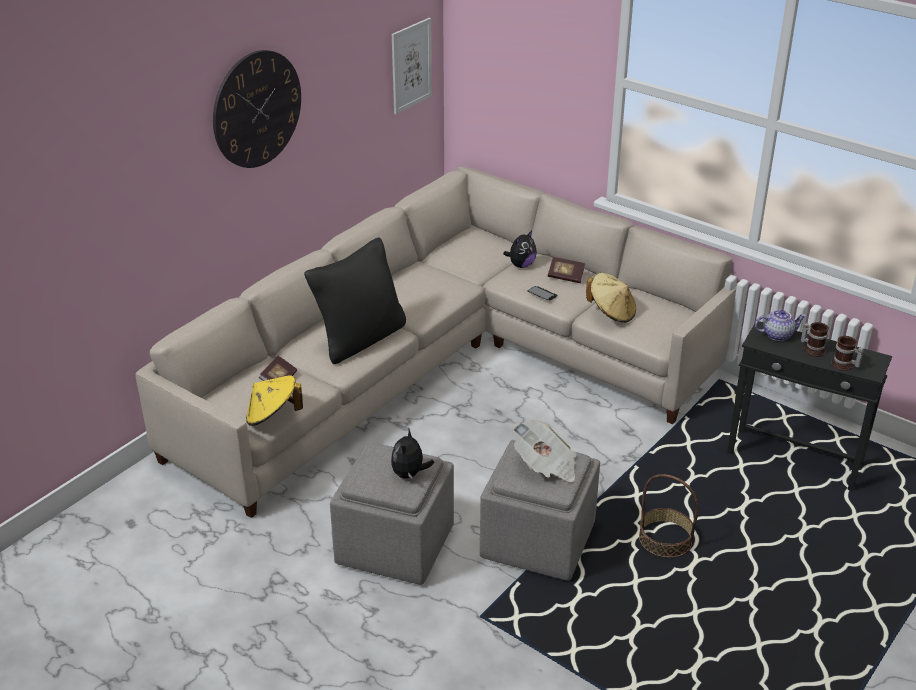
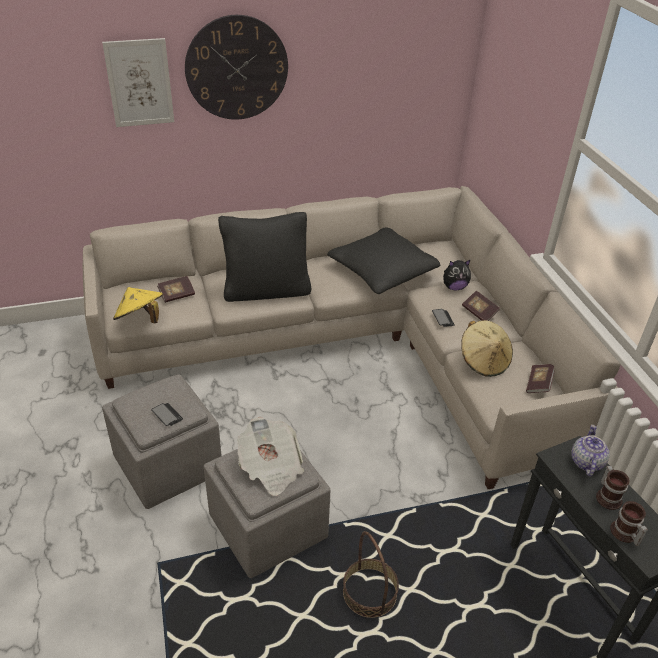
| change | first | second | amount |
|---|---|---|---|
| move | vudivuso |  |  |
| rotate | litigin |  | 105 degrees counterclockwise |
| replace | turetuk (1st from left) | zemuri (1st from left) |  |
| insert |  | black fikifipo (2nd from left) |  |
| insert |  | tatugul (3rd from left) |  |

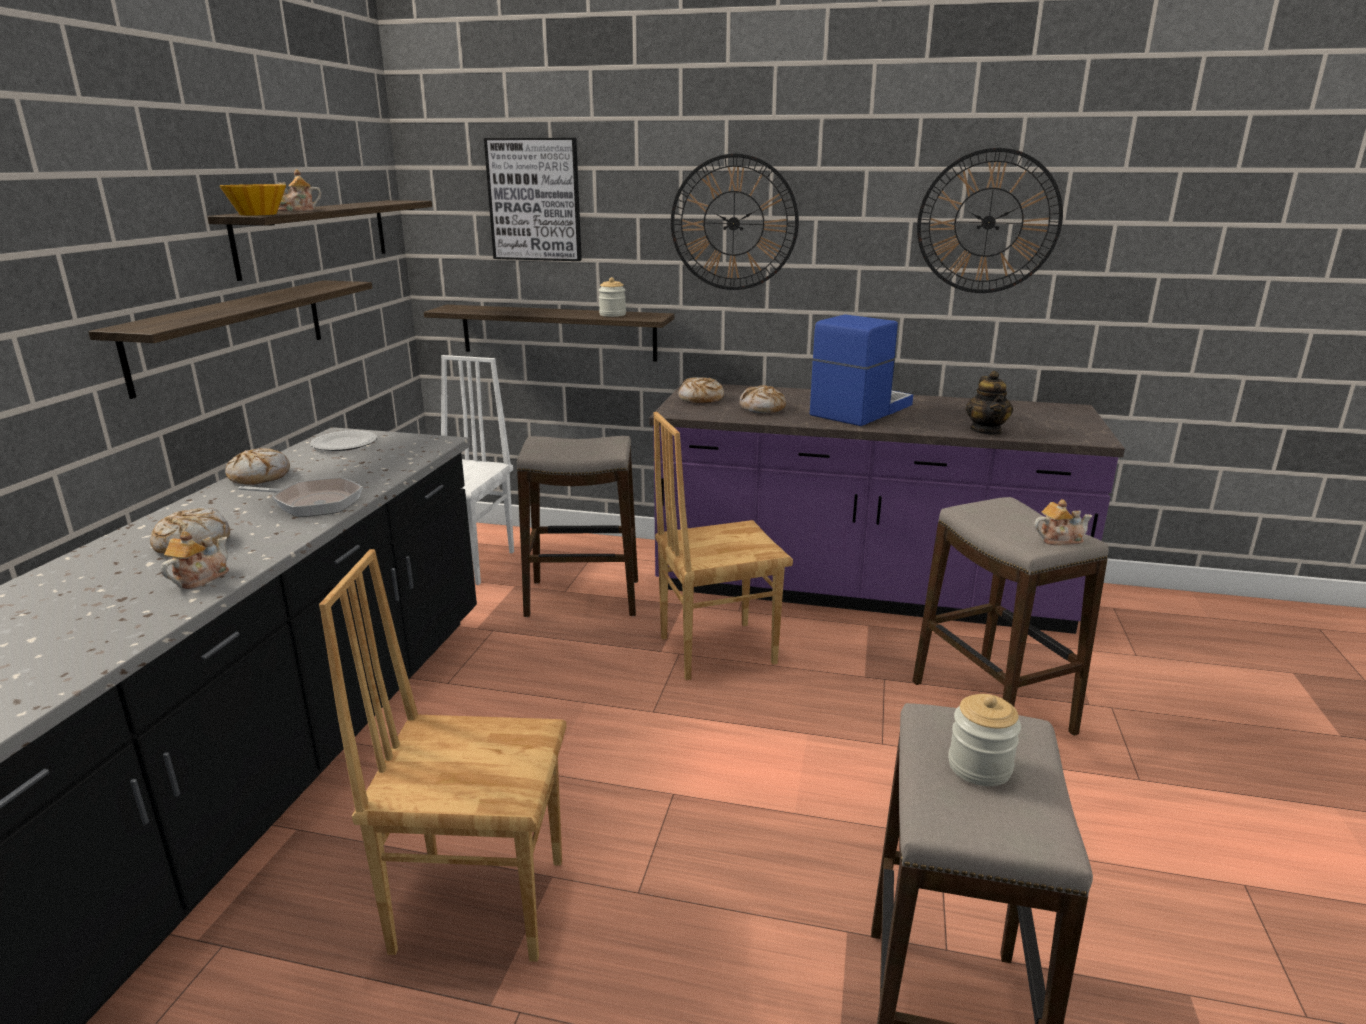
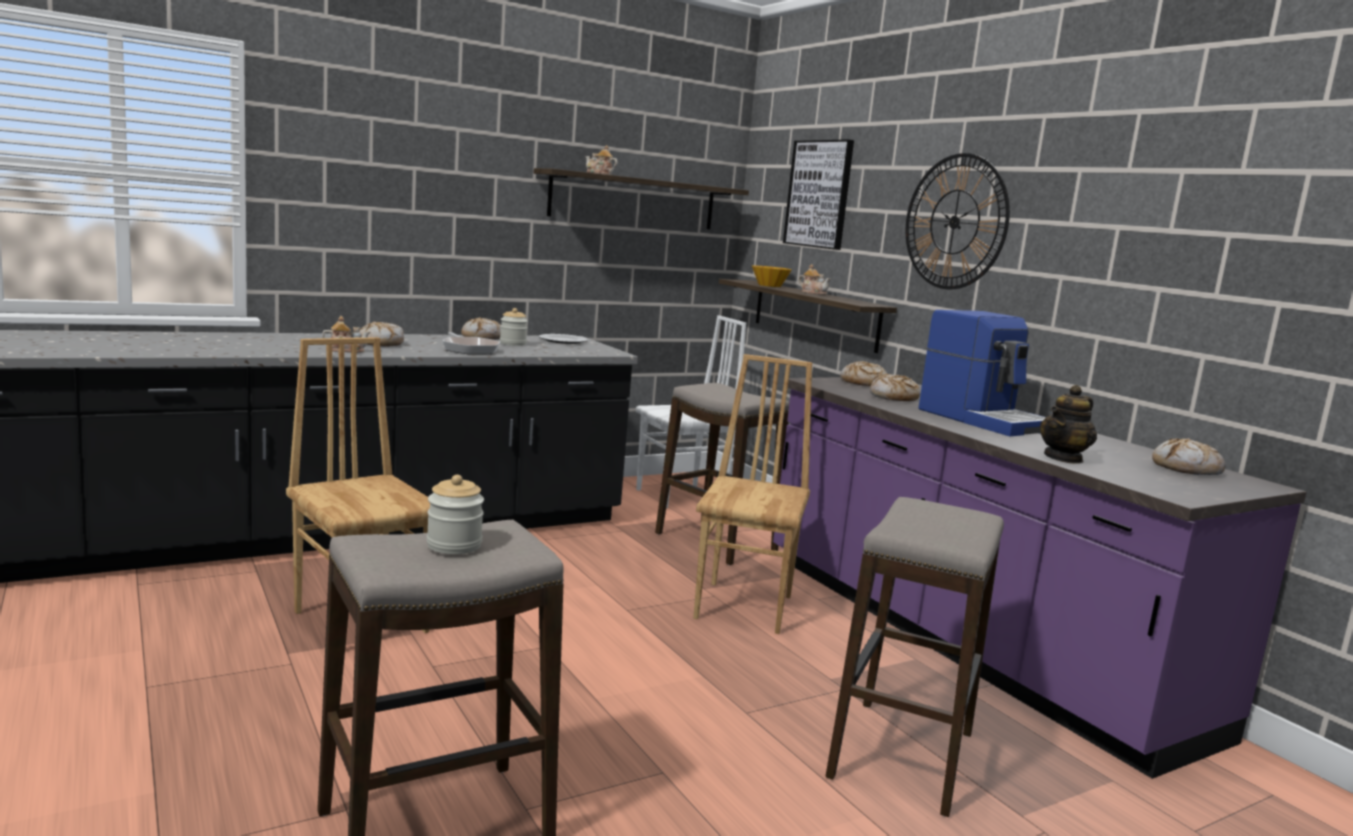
| change | first | second | amount |
|---|---|---|---|
| delete | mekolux (2nd from left) |  |  |
| move | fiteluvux |  |  |
| move | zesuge (1st from left in the first image) | zesuge (2nd from left) |  |
| delete | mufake (1st from left) |  |  |
| rotate | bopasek |  | 60 degrees clockwise |
| rotate | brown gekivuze (2nd from left) |  | 75 degrees clockwise |
| move | litigin (4th from left in the first image) | litigin (3rd from left) |  |
| insert |  | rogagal (5th from left) |  |

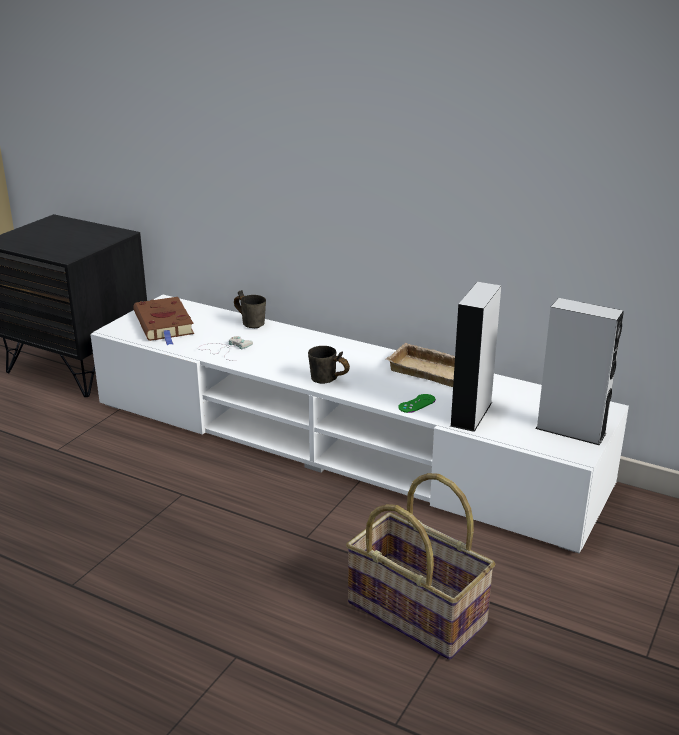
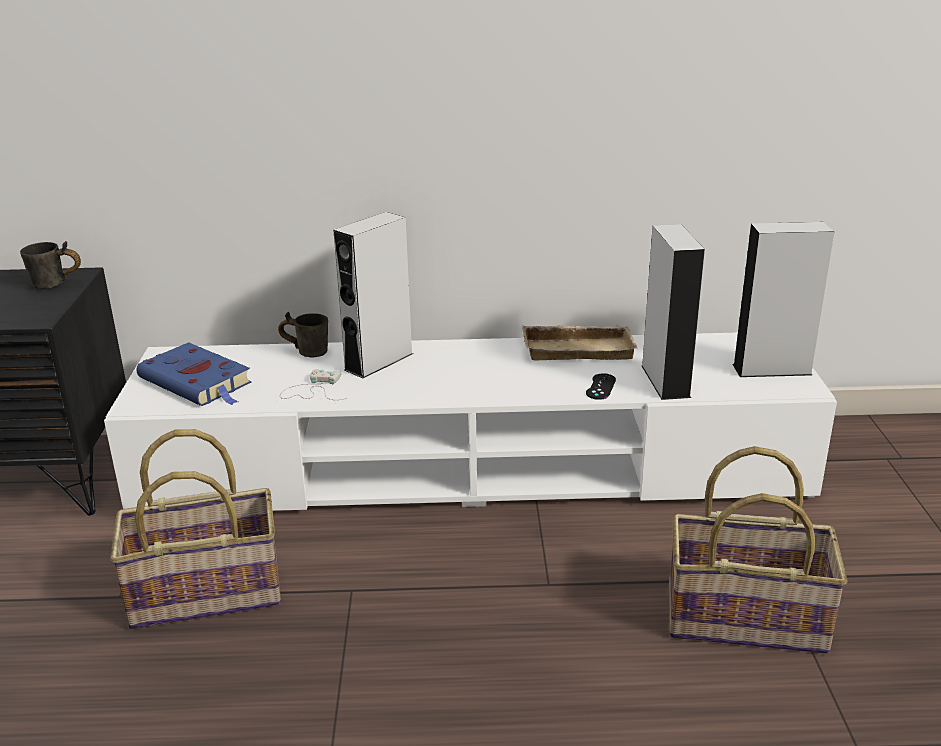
| change | first | second | amount |
|---|---|---|---|
| recolor | brown tatugul | blue tatugul |  |
| move | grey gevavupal (2nd from left in the first image) | grey gevavupal (1st from left) |  |
| recolor | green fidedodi | black fidedodi |  |
| insert |  | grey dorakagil (1st from left) |  |
| insert |  | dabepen (1st from left) |  |

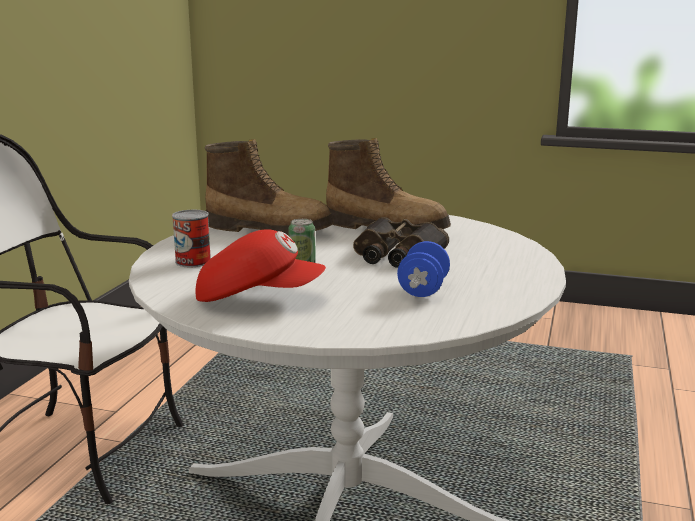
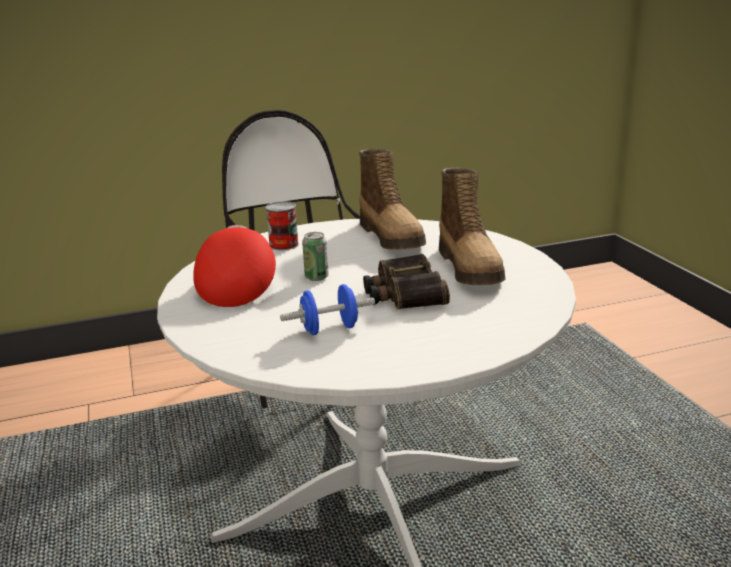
| change | first | second | amount |
|---|---|---|---|
| rotate | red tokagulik |  | 150 degrees counterclockwise |

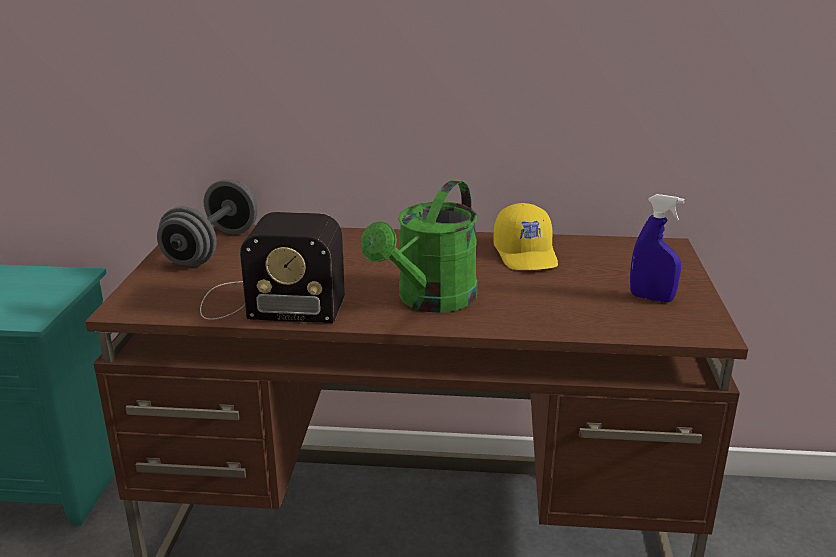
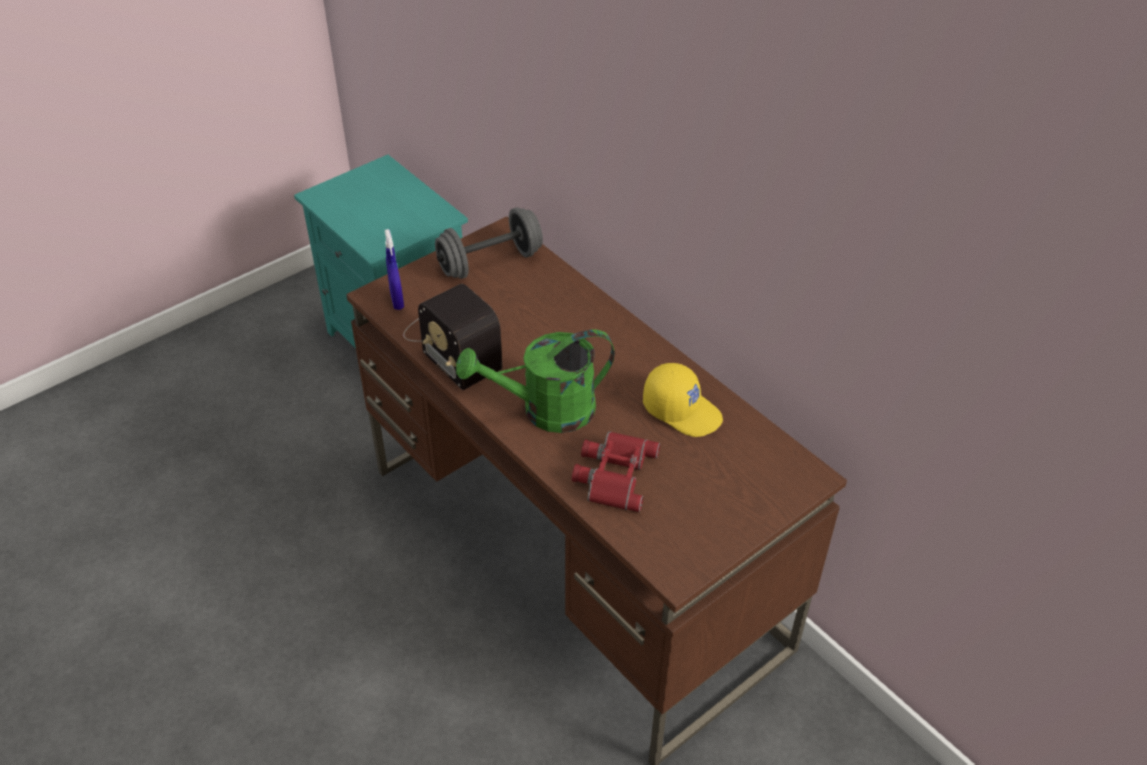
| change | first | second | amount |
|---|---|---|---|
| move | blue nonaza |  |  |
| rotate | yellow tokagulik |  | 90 degrees counterclockwise |
| insert |  | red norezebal |  |

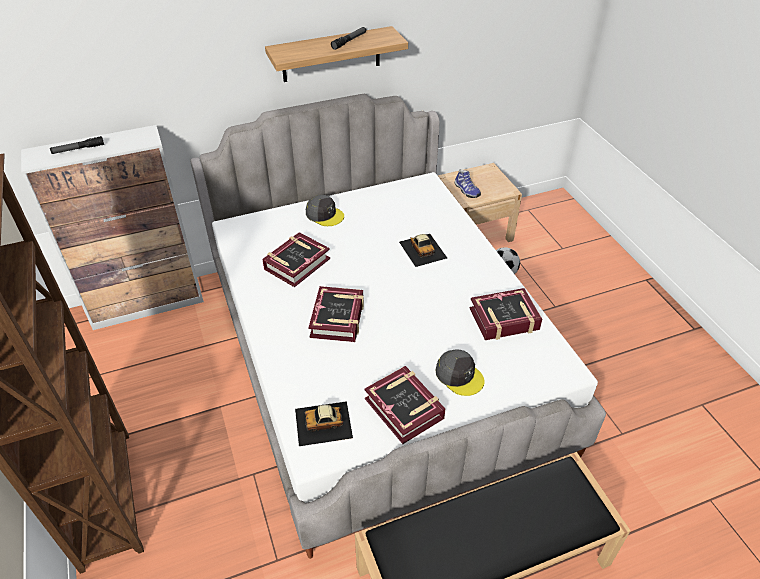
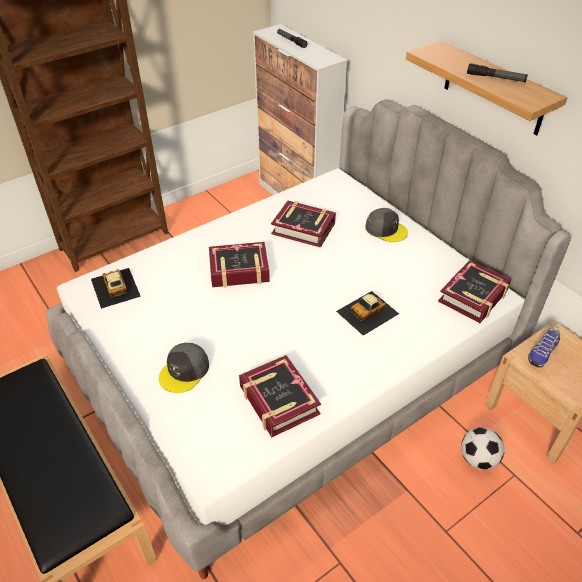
| change | first | second | amount |
|---|---|---|---|
| rotate | grey tokagulik (1st from left in the first image) | grey tokagulik (2nd from left) | 75 degrees counterclockwise |
| move | tatugul (3rd from left in the first image) | tatugul (4th from left) |  |

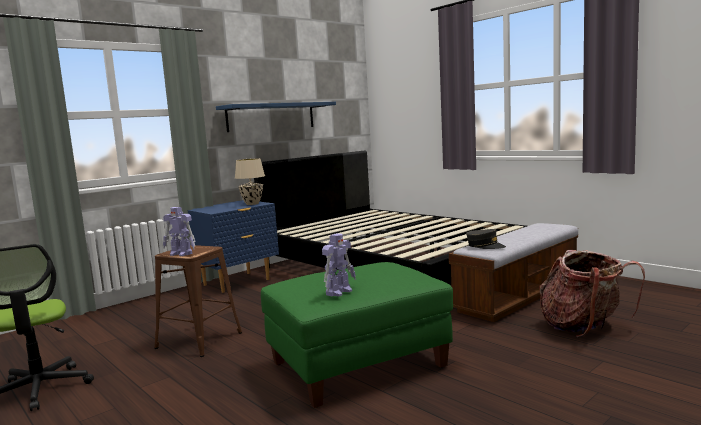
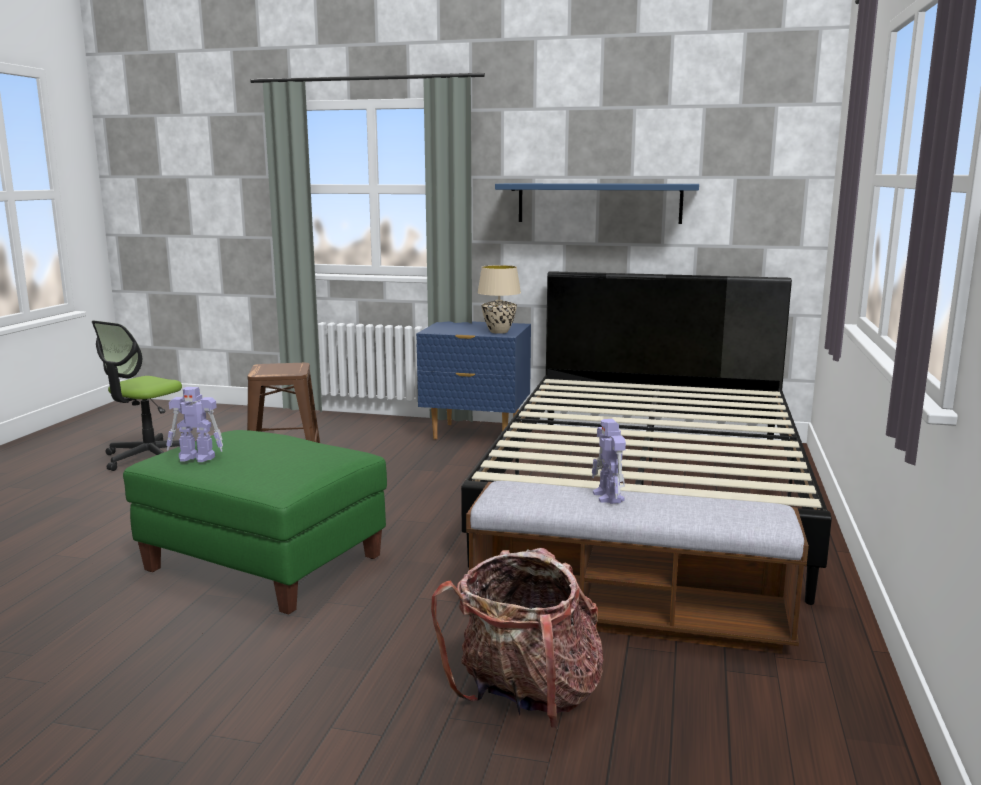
| change | first | second | amount |
|---|---|---|---|
| move | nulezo (1st from left in the first image) | nulezo (2nd from left) |  |
| delete | grey tokagulik |  |  |

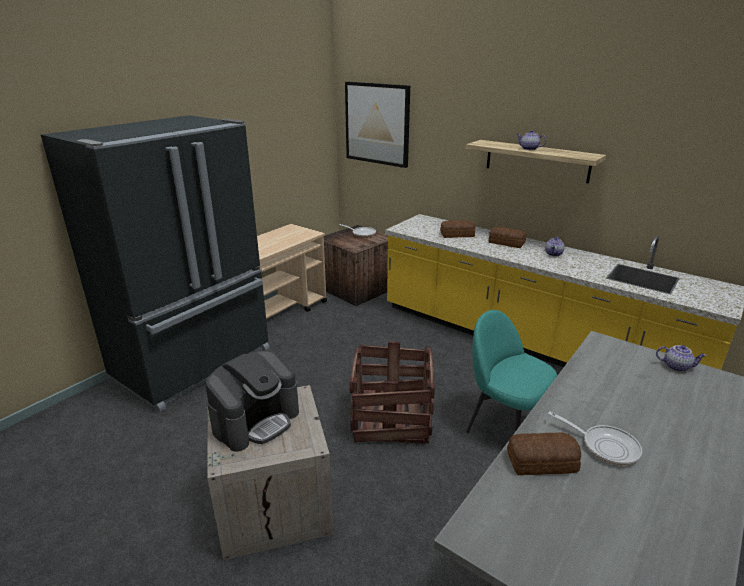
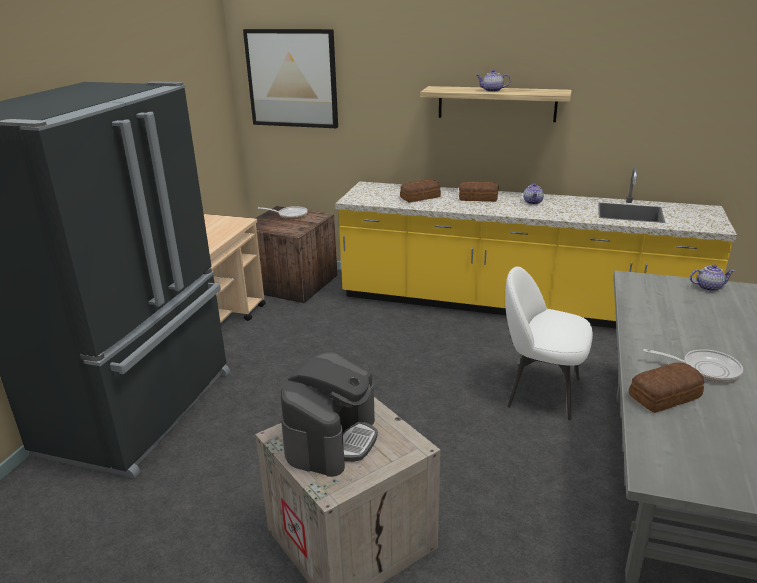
| change | first | second | amount |
|---|---|---|---|
| recolor | turquoise gekivuze | white gekivuze |  |
| delete | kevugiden (3rd from left) |  |  |

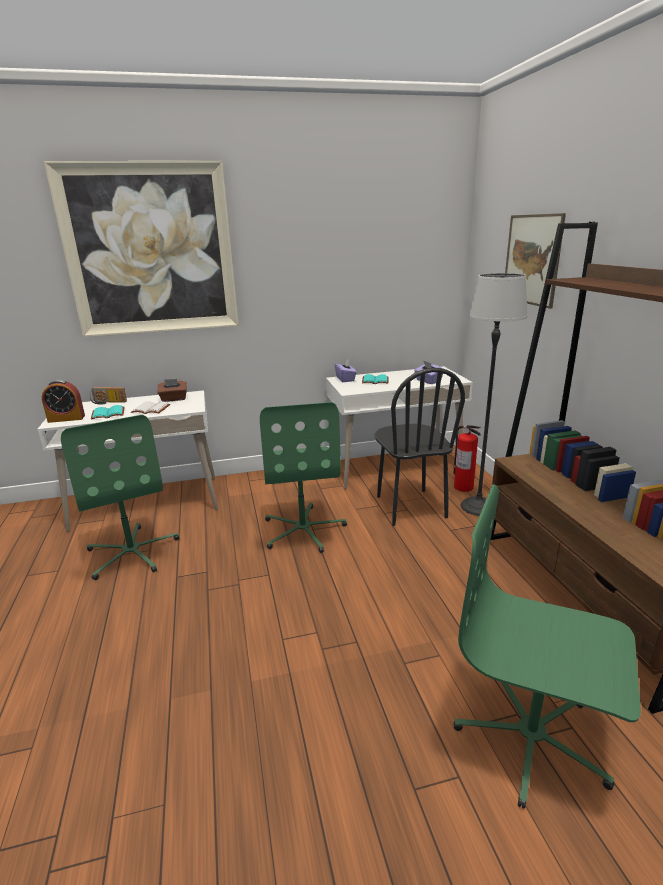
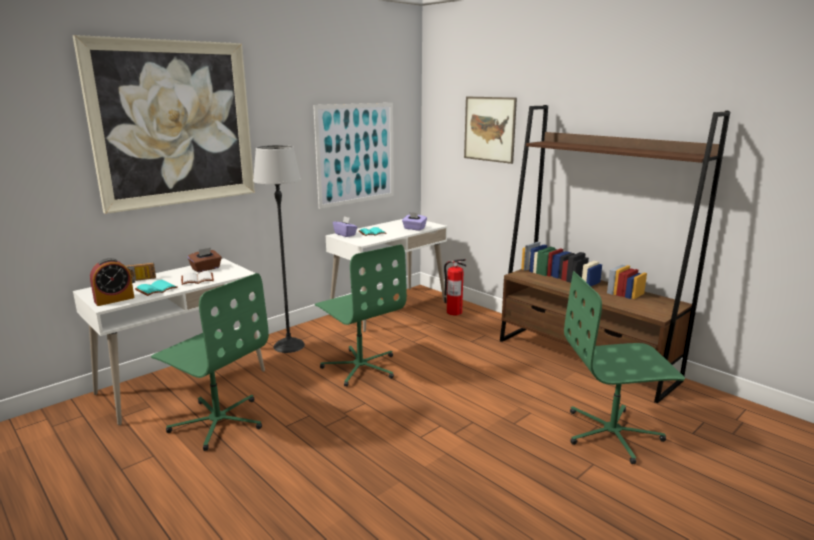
| change | first | second | amount |
|---|---|---|---|
| move | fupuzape |  |  |
| delete | black gekivuze |  |  |
| insert |  | vudivuso (2nd from left) |  |

